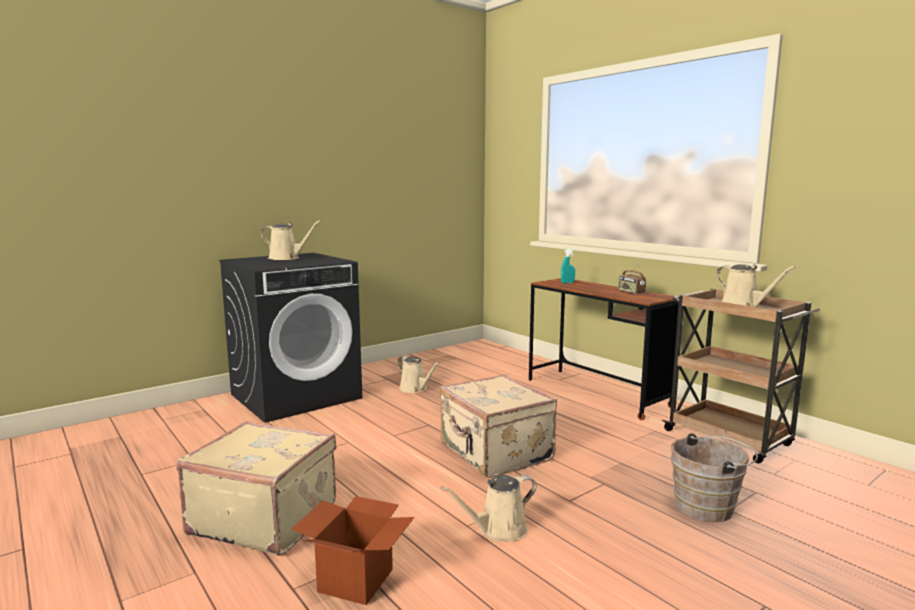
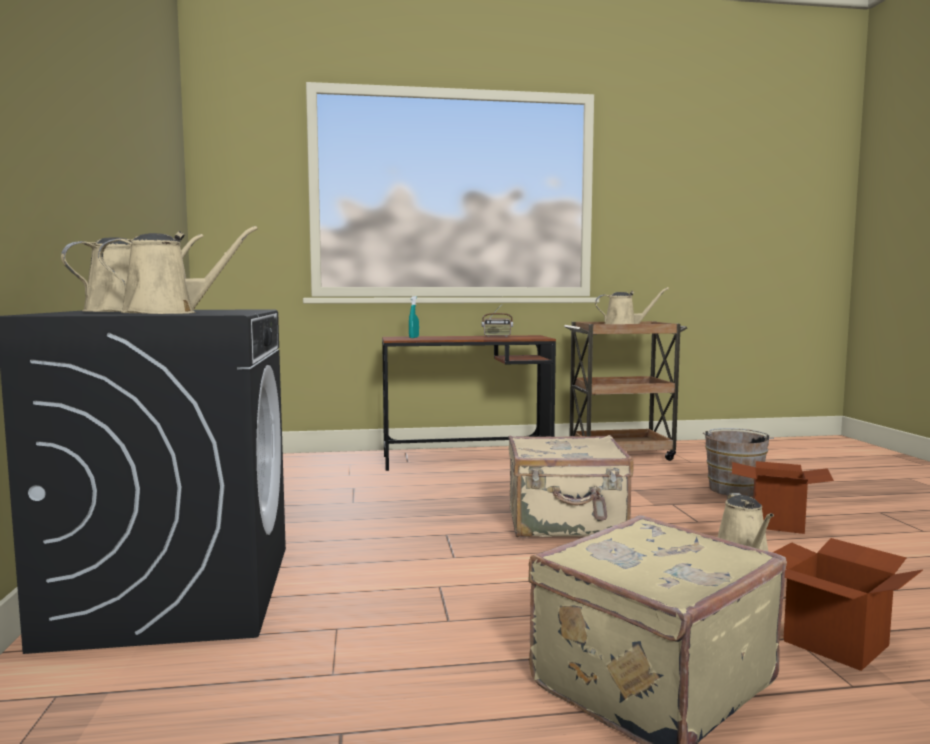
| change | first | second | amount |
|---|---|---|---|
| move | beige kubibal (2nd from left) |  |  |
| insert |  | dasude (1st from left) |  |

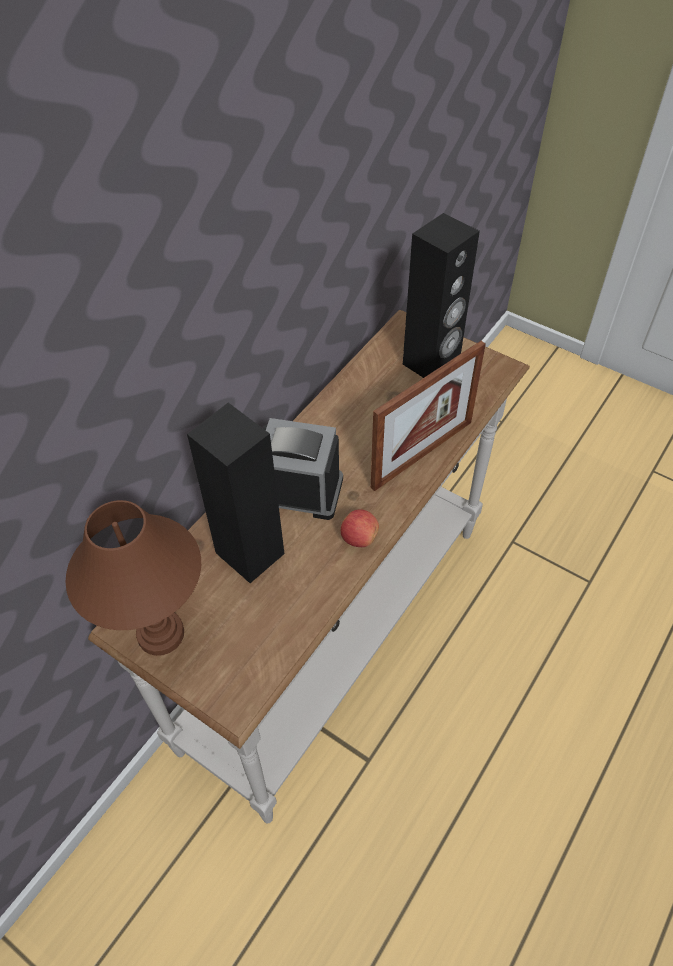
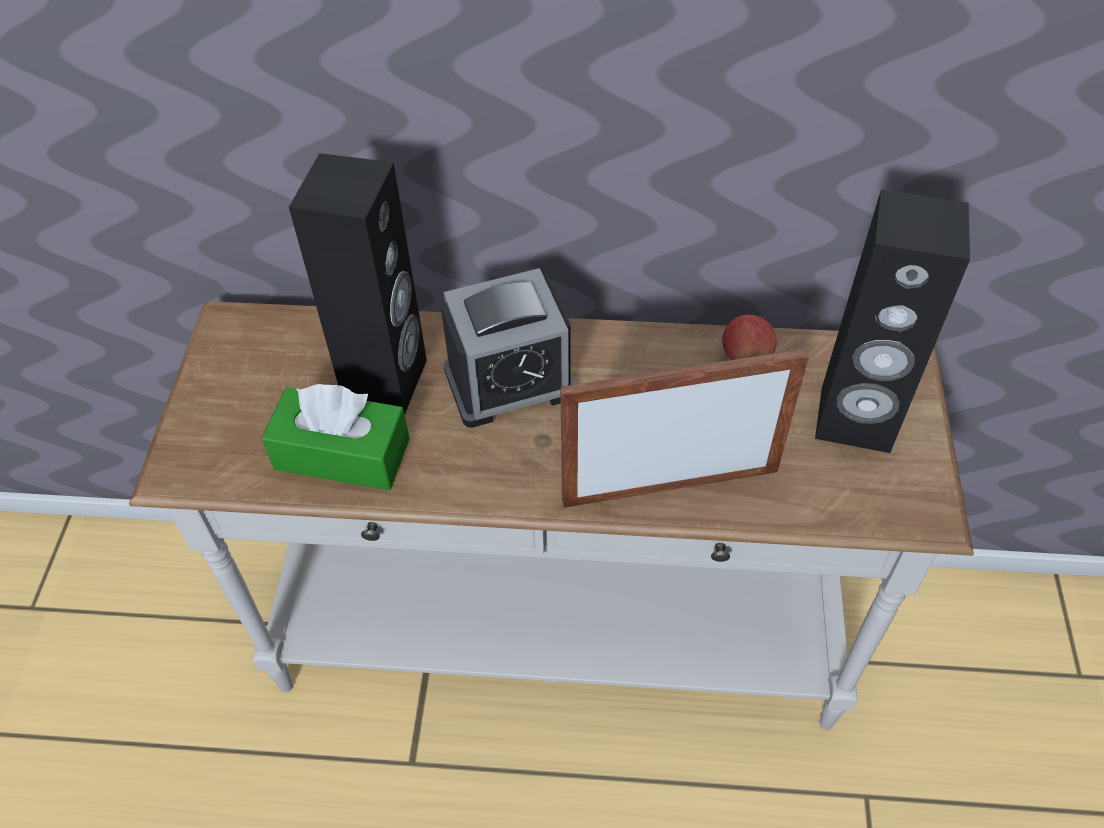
| change | first | second | amount |
|---|---|---|---|
| rotate | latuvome |  | 150 degrees clockwise |
| rotate | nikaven |  | 90 degrees clockwise |
| delete | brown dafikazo |  |  |
| move | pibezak |  |  |
| insert |  | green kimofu |  |

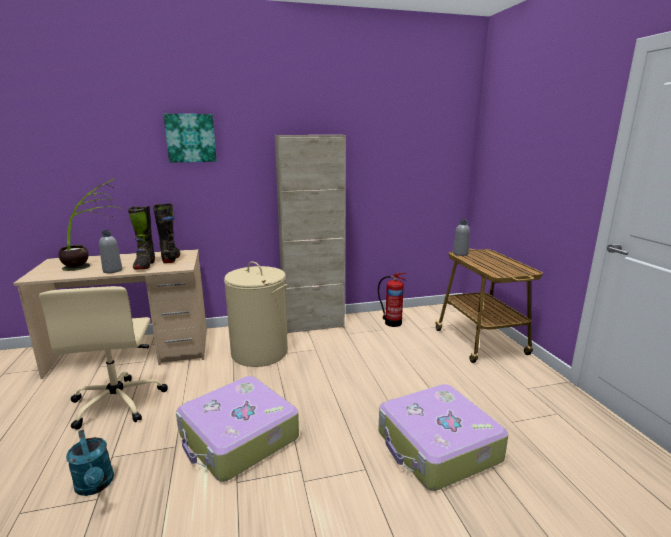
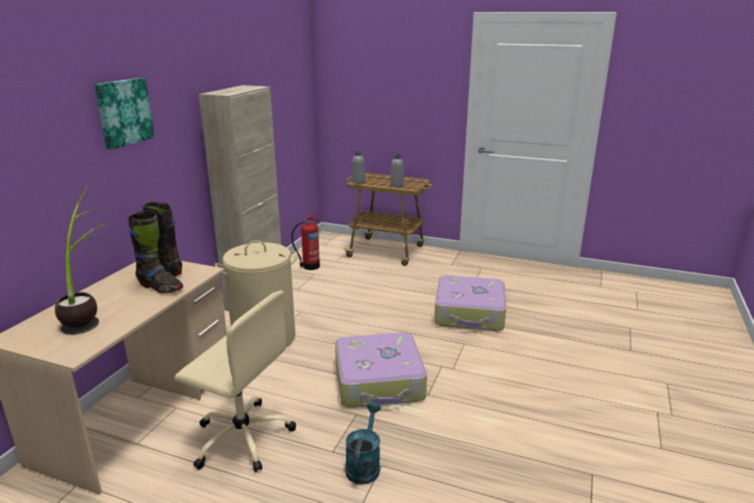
| change | first | second | amount |
|---|---|---|---|
| move | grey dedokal (1st from left in the first image) | grey dedokal (2nd from left) |  |
| rotate | turquoise kubibal |  | 75 degrees counterclockwise |

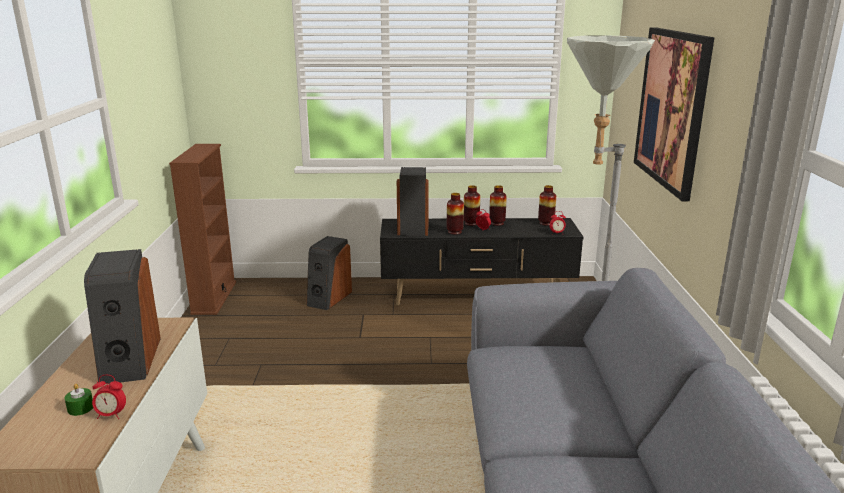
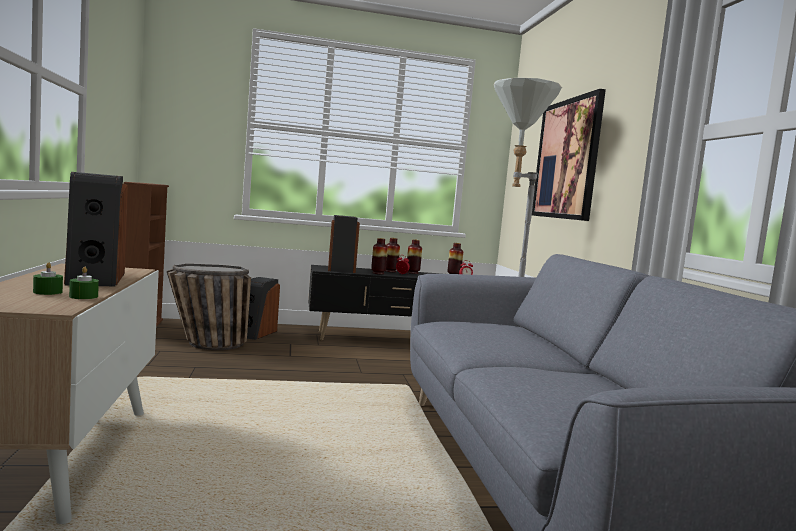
| change | first | second | amount |
|---|---|---|---|
| replace | nikaven (1st from left) | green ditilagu (2nd from left) |  |
| insert |  | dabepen |  |

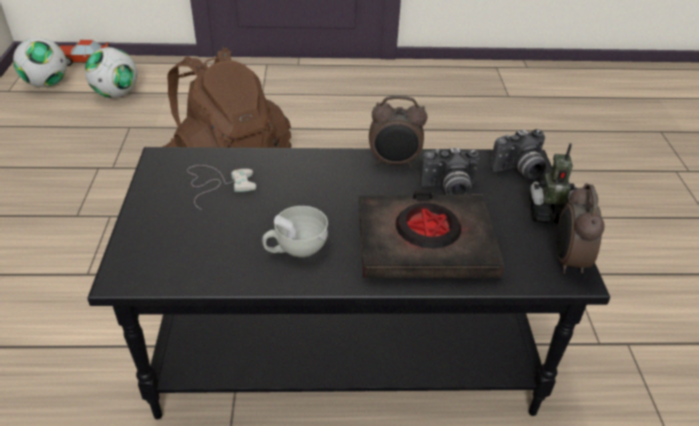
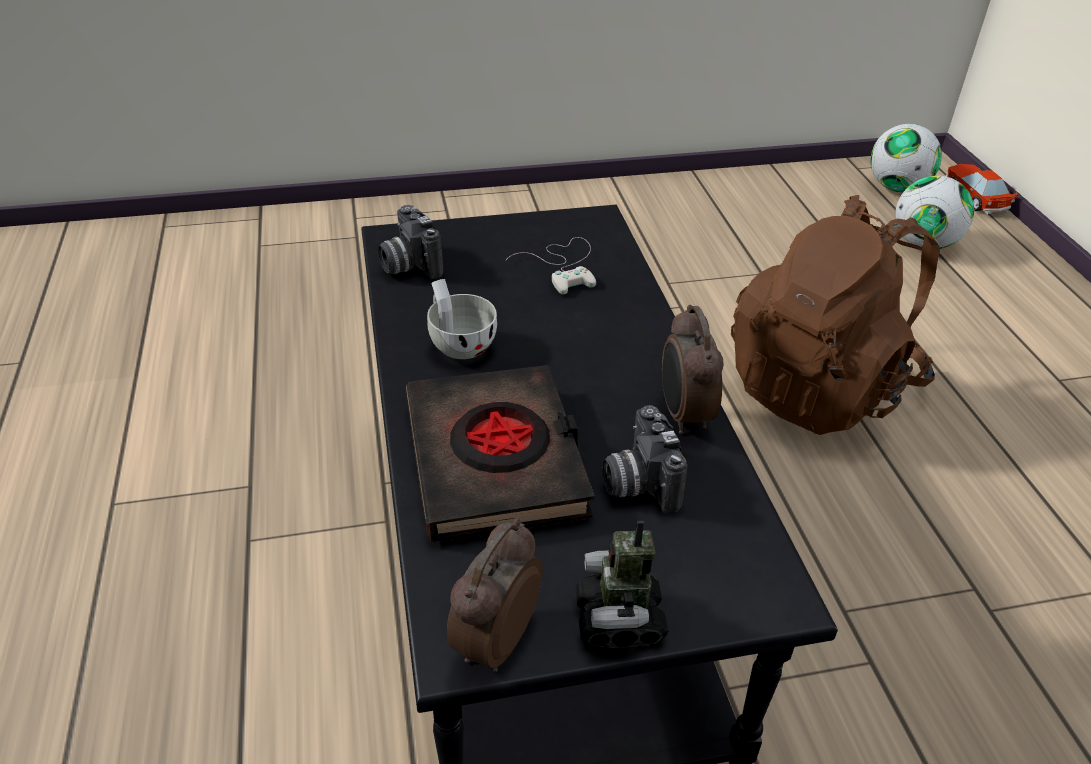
| change | first | second | amount |
|---|---|---|---|
| move | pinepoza (2nd from left in the first image) | pinepoza (1st from left) |  |
| rotate | nikaven (2nd from left in the first image) | nikaven (1st from left) | 60 degrees counterclockwise |

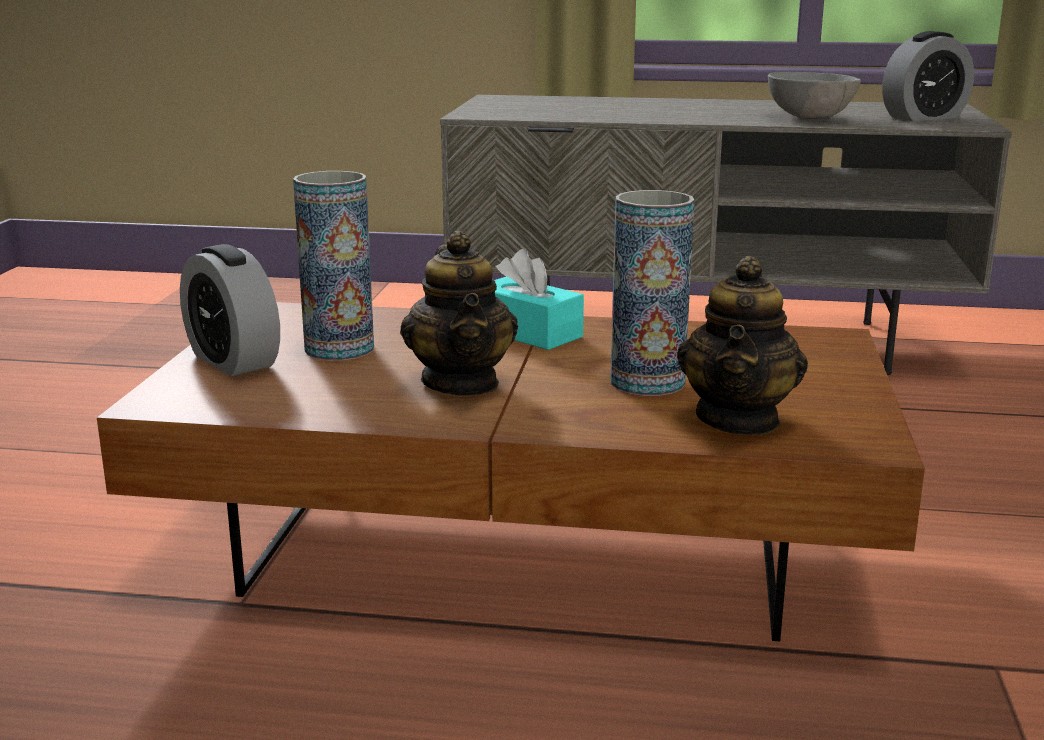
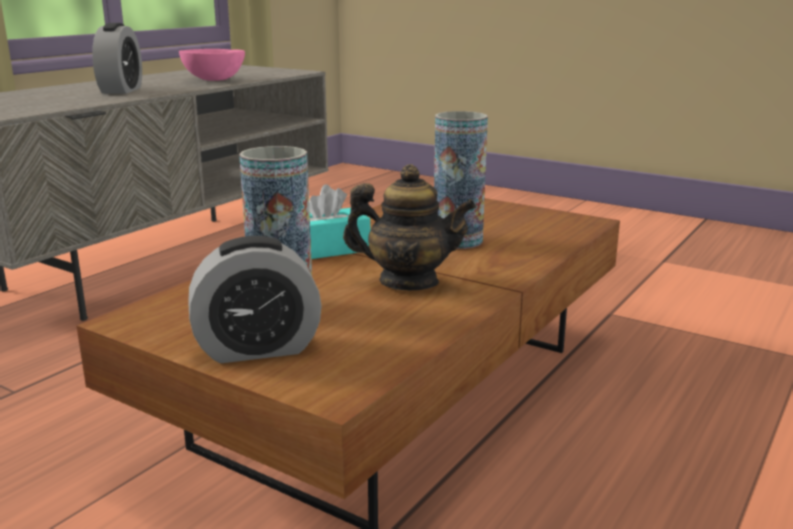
| change | first | second | amount |
|---|---|---|---|
| move | nikaven (2nd from left in the first image) | nikaven (1st from left) |  |
| recolor | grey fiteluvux | pink fiteluvux |  |
| delete | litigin (2nd from left) |  |  |

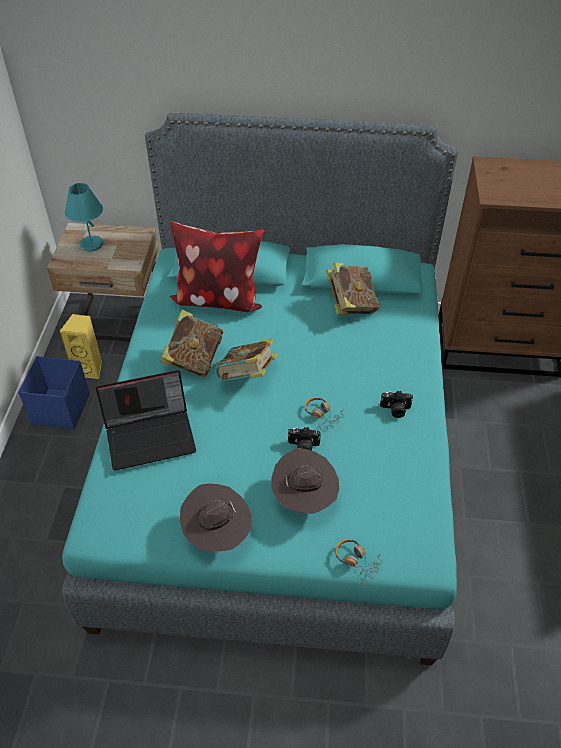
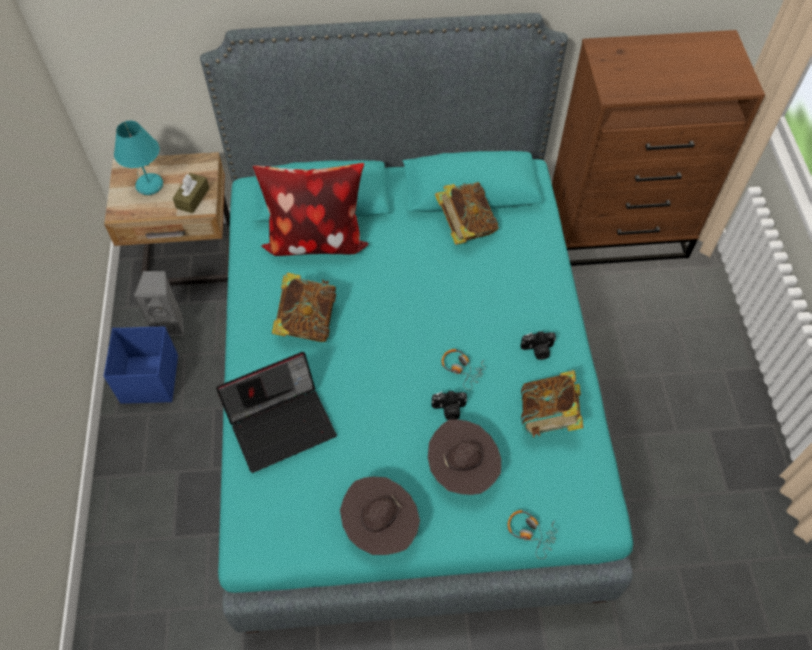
| change | first | second | amount |
|---|---|---|---|
| recolor | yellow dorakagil | grey dorakagil |  |
| move | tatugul (2nd from left in the first image) | tatugul (3rd from left) |  |
| insert |  | brown kimofu |  |

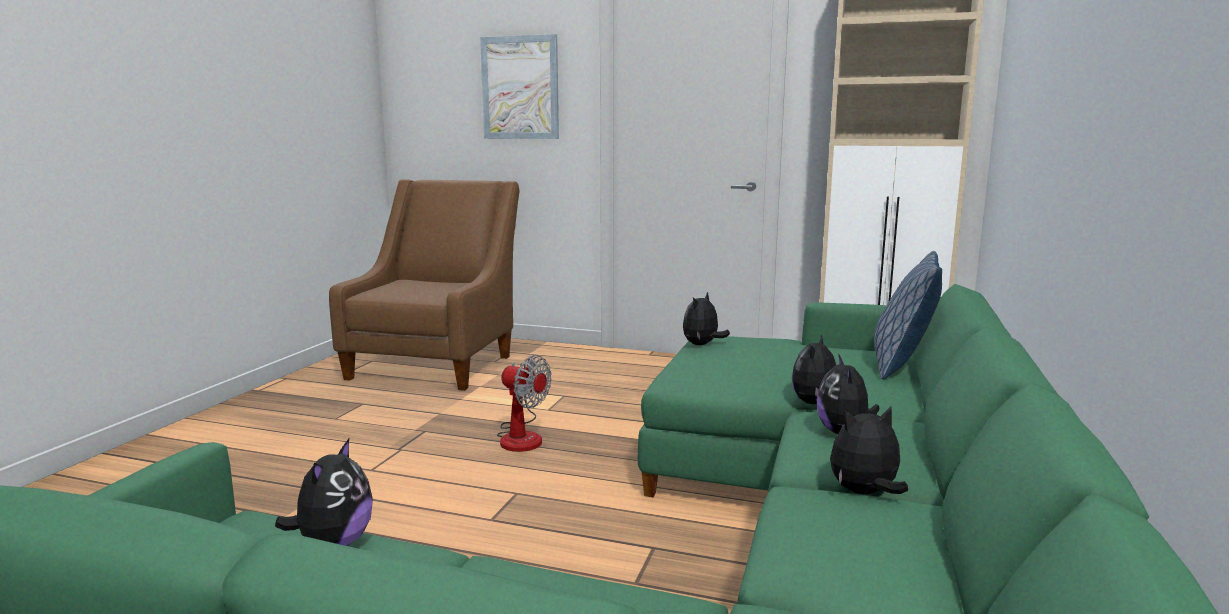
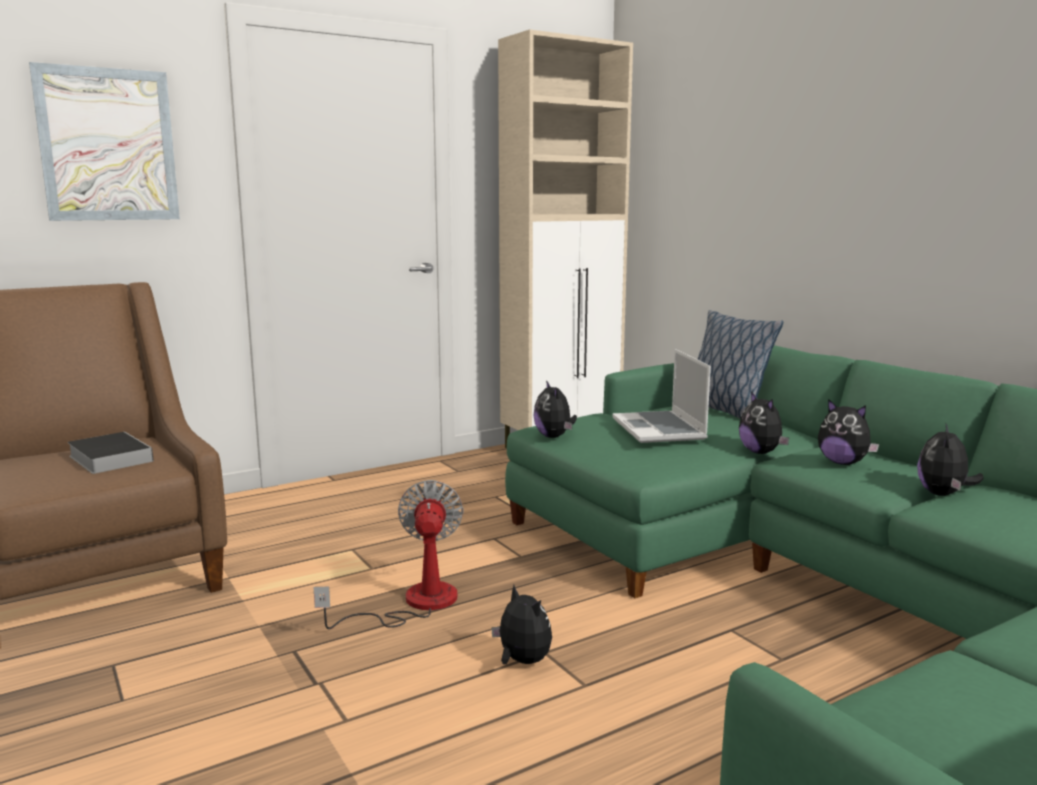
| change | first | second | amount |
|---|---|---|---|
| rotate | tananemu |  | 75 degrees counterclockwise |
| move | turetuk (1st from left) |  |  |
| insert |  | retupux |  |
| insert |  | tatugul |  |

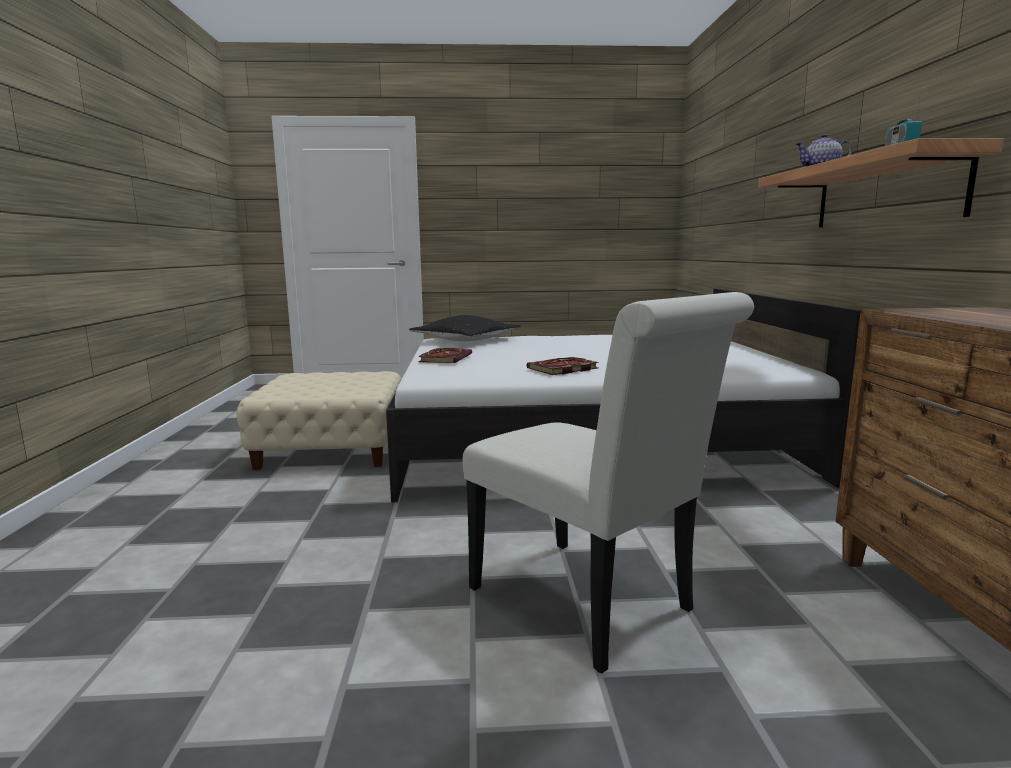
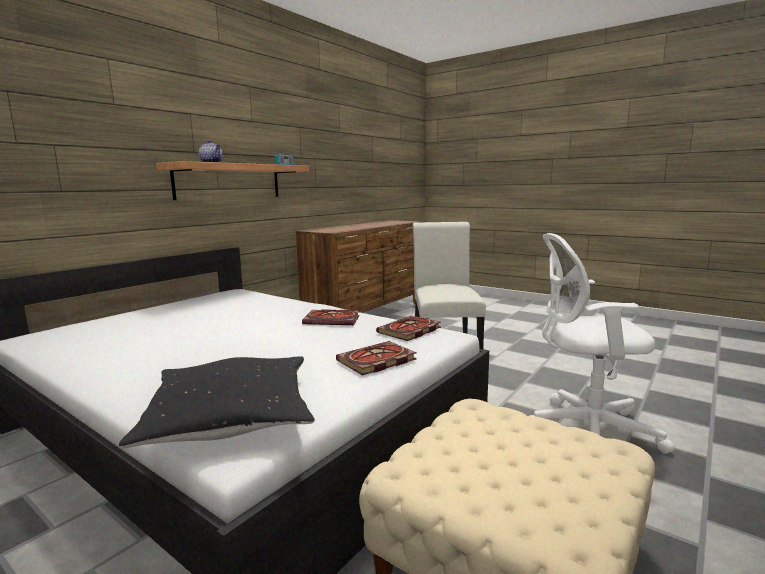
| change | first | second | amount |
|---|---|---|---|
| insert |  | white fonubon |  |
| insert |  | tatugul (3rd from left) |  |

